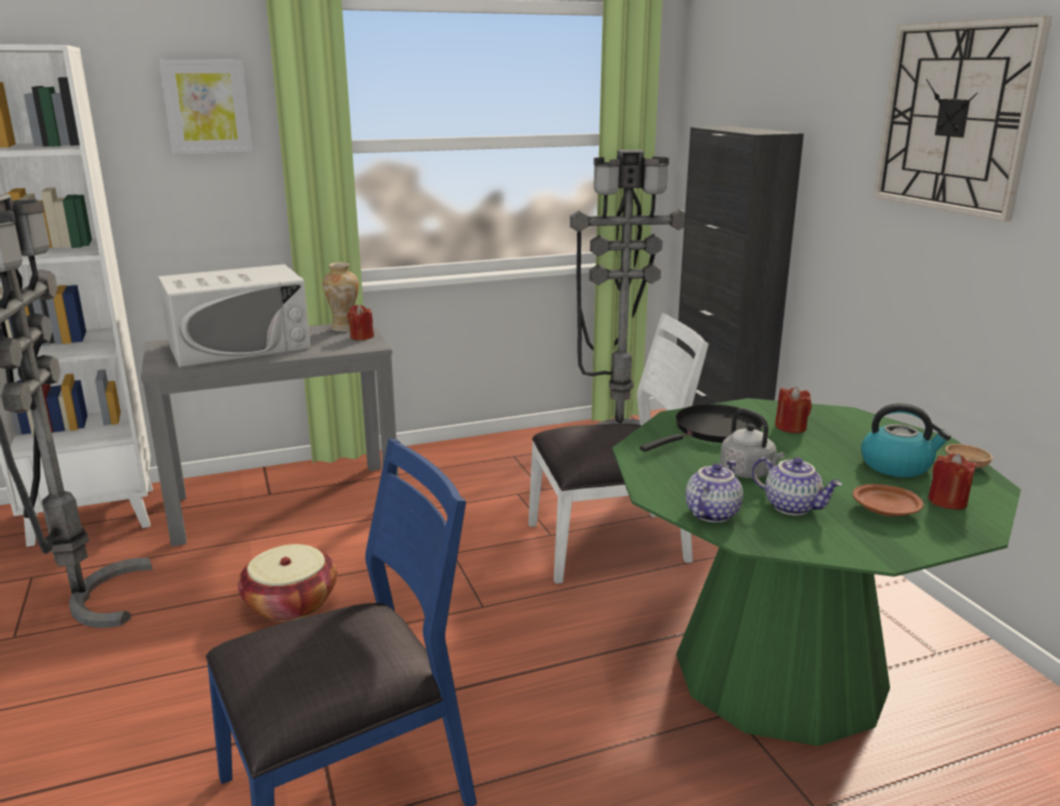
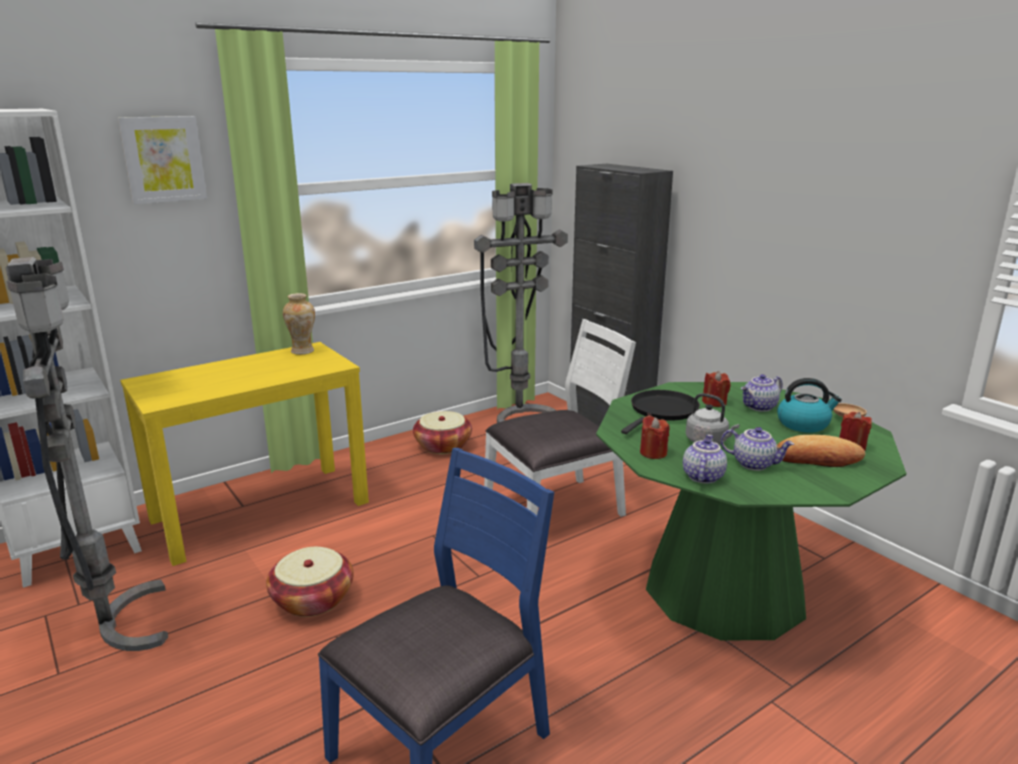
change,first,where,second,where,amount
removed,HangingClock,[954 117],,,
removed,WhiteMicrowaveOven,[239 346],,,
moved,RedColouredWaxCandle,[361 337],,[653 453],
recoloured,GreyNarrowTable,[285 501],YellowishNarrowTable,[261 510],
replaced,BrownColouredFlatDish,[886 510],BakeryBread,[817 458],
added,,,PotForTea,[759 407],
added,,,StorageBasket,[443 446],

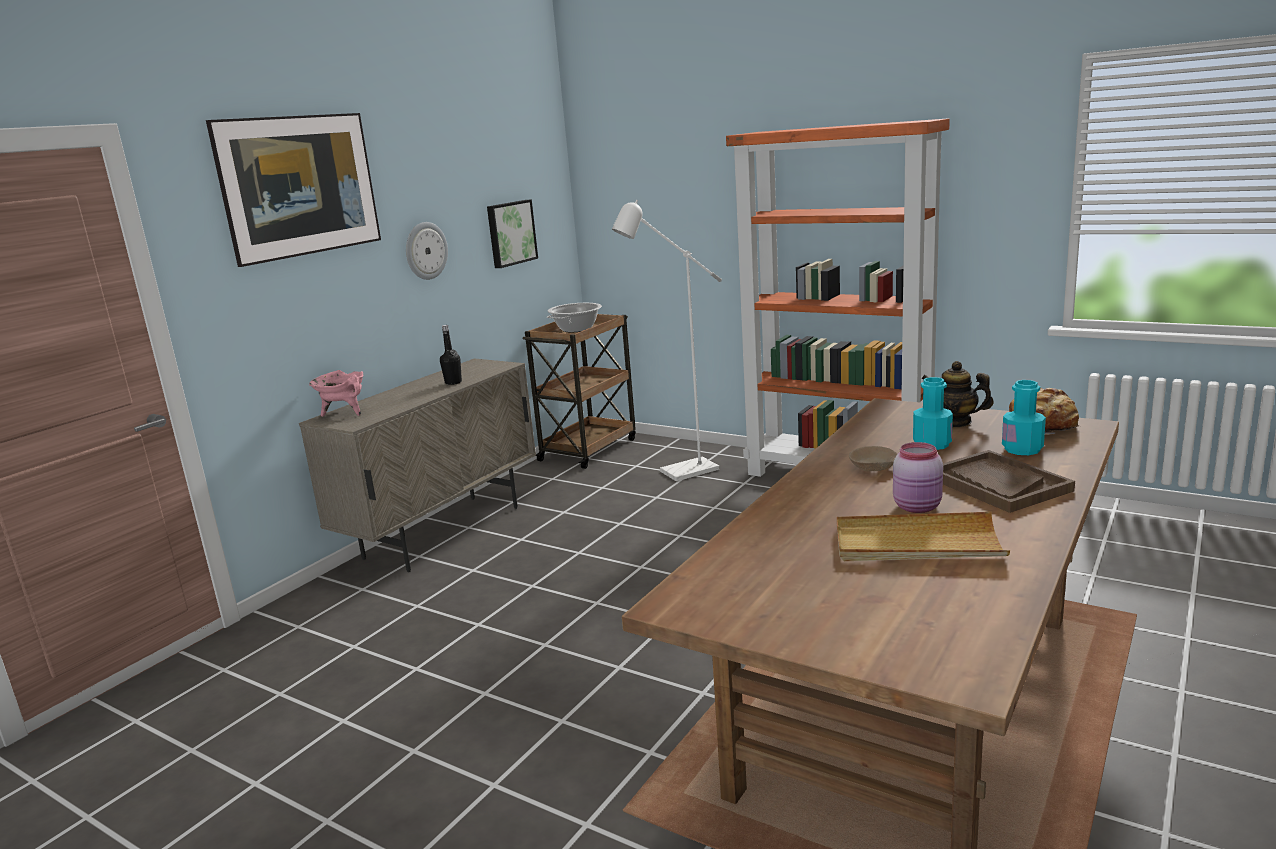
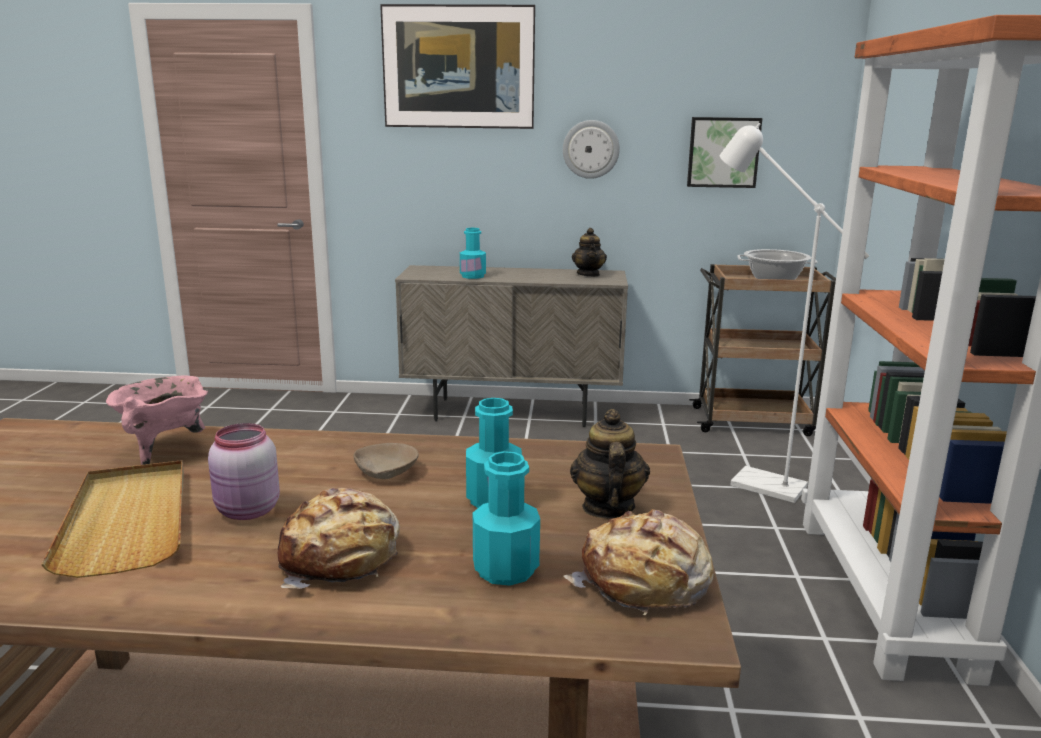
change,first,where,second,where,amount
removed,BlackColouredBeverageBottle,[453 382],,,
moved,PinkColouredCookingPot,[344 413],,[165 450],
replaced,BrownColouredTray,[997 484],BakeryBread,[341 558],
added,,,BlueGreenBeverageBottle,[472 276],
added,,,PotForTea,[588 274],

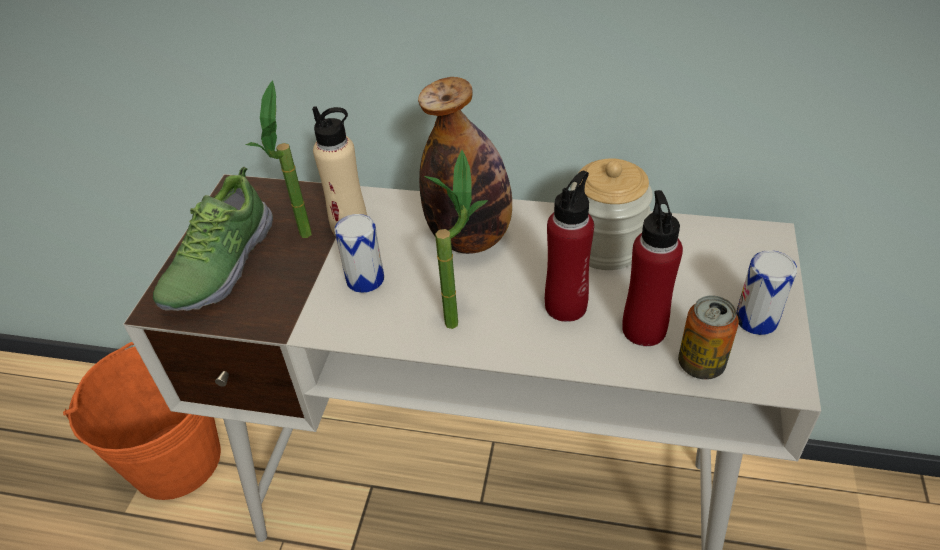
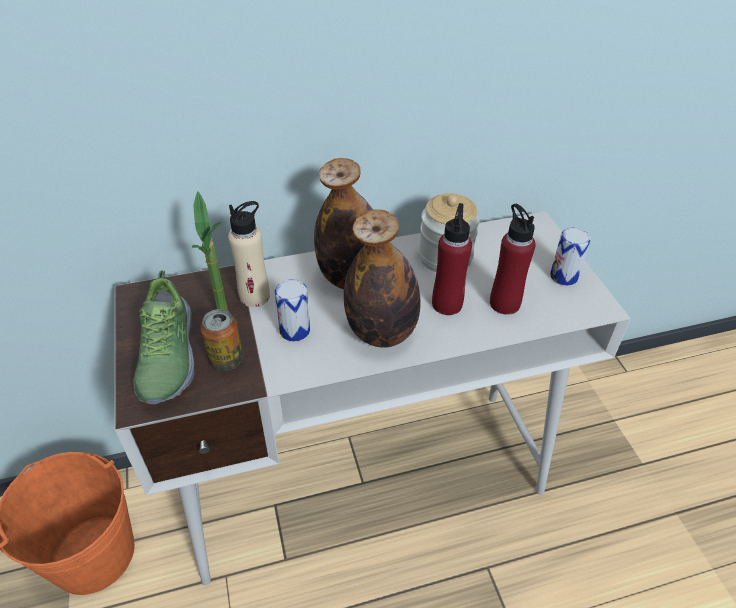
change,first,where,second,where,amount
replaced,PottedPlant,[461 315],BeverageBottle,[382 332],
moved,SealedCan,[701 364],,[226 360],

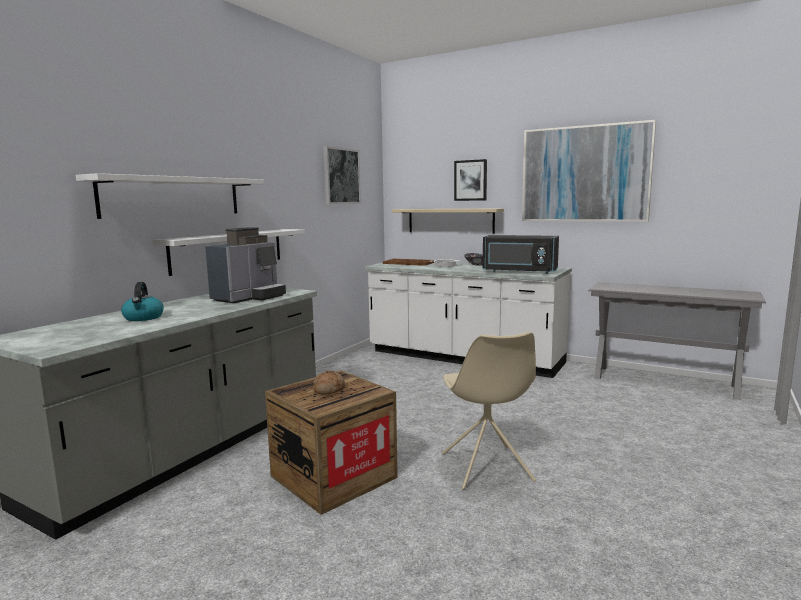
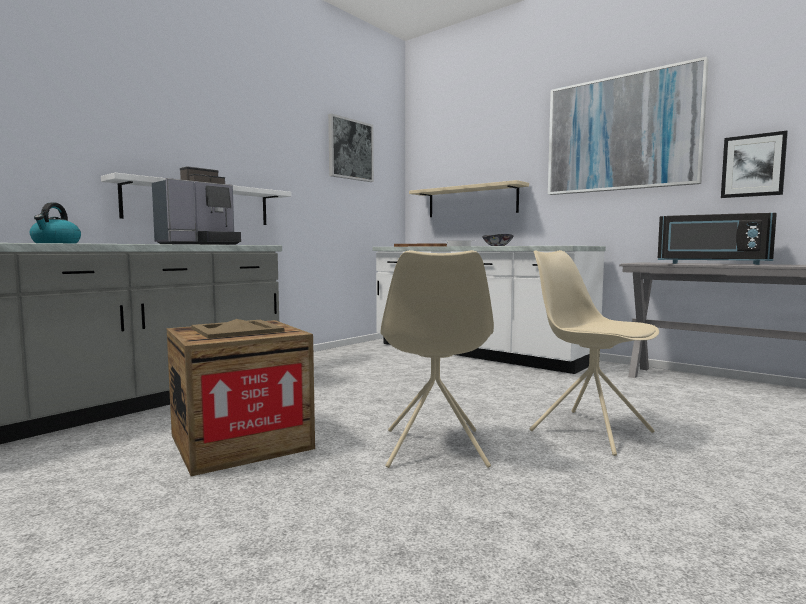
change,first,where,second,where,amount
moved,Picture,[470 180],,[753 166],
removed,WhiteShelf,[174 197],,,
moved,BlackColouredMicrowaveOven,[519 272],,[711 264],
replaced,BakeryBread,[328 389],BeigeColouredTray,[237 329],
added,,,BeigeColouredChair,[589 431],

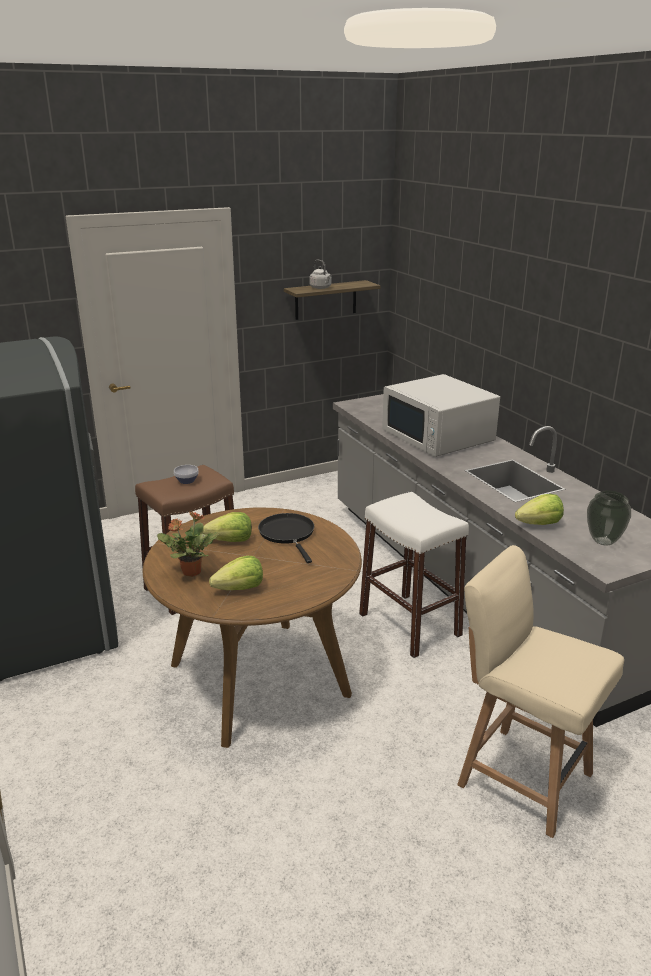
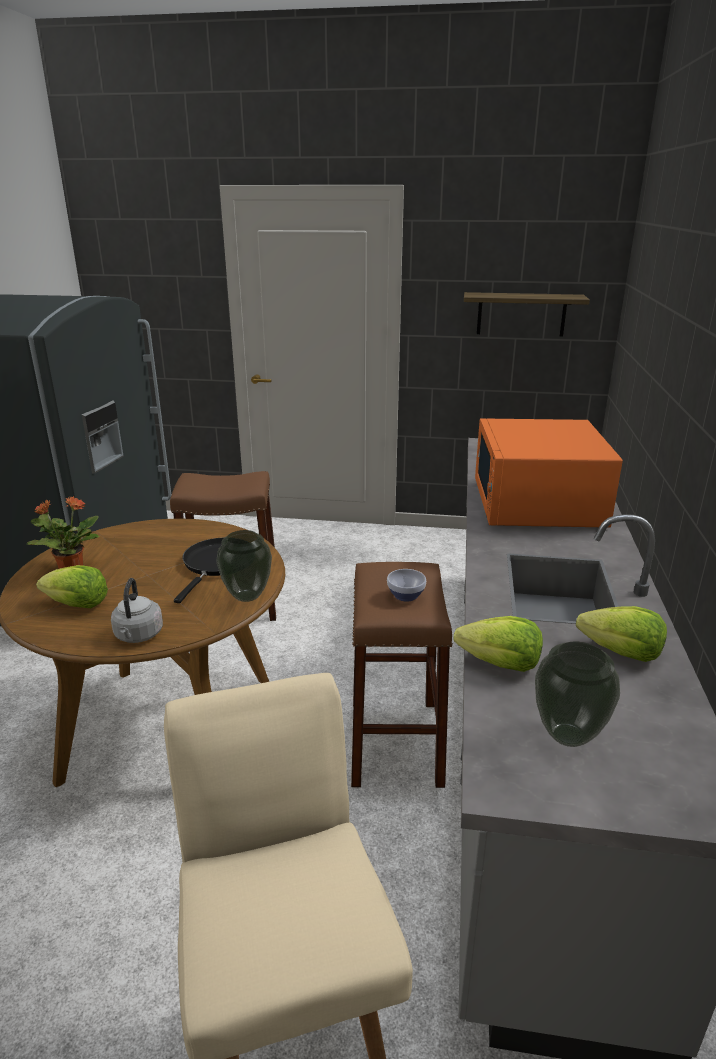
change,first,where,second,where,amount
moved,GreyWaterKettle,[321 288],,[138 636],
recoloured,WhiteMicrowaveOven,[438 437],OrangeColouredMicrowaveOven,[536 504],
moved,ServingBowl,[186 481],,[404 596],
recoloured,WhiteStoolSeat,[409 624],BrownColouredStoolSeat,[395 742],
moved,HeadOfLettuce,[231 541],,[621 653],
added,,,DecorativeVase,[248 596],

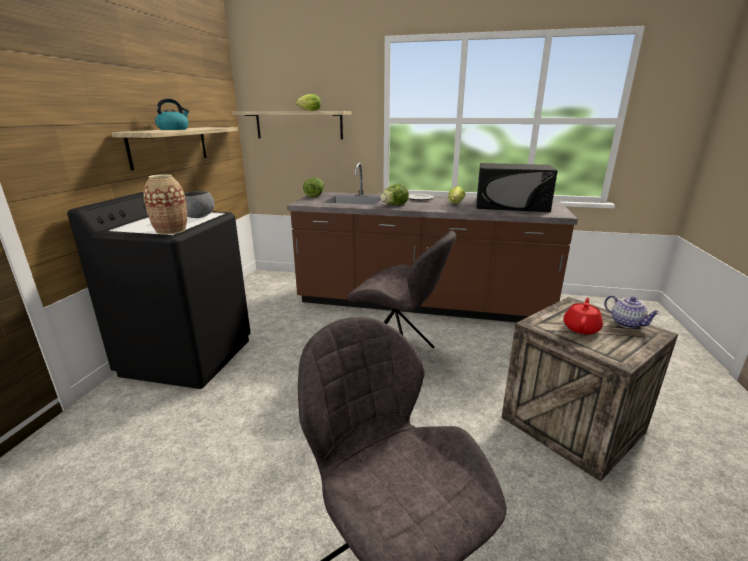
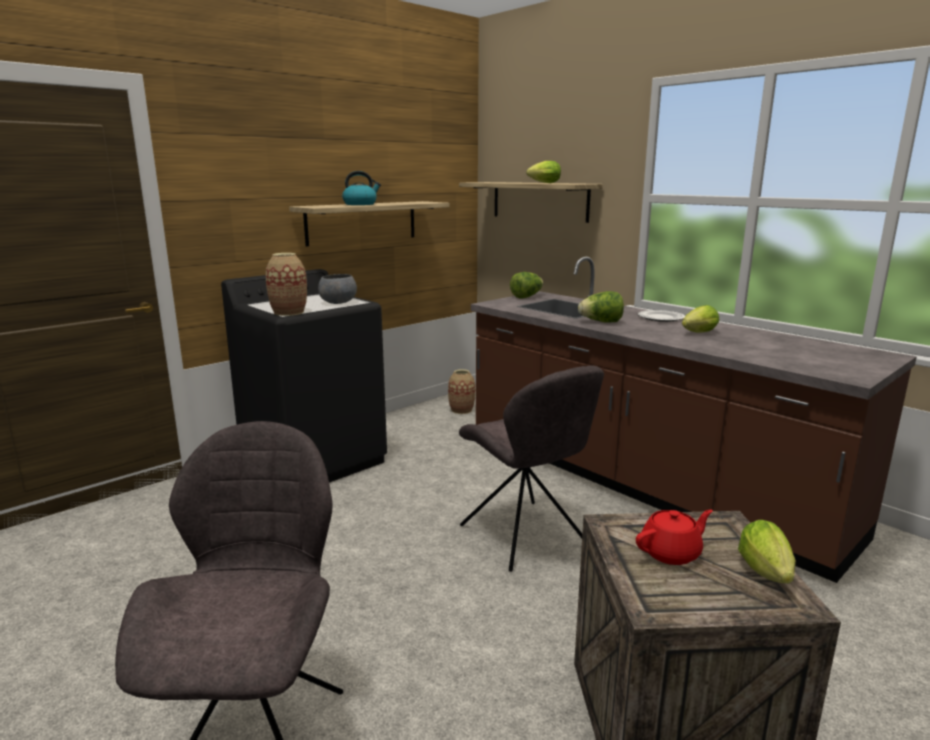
change,first,where,second,where,amount
removed,BlackColouredMicrowaveOven,[511 205],,,
replaced,PotForTea,[627 323],HeadOfLettuce,[767 575],
added,,,DecorativeVase,[461 410],

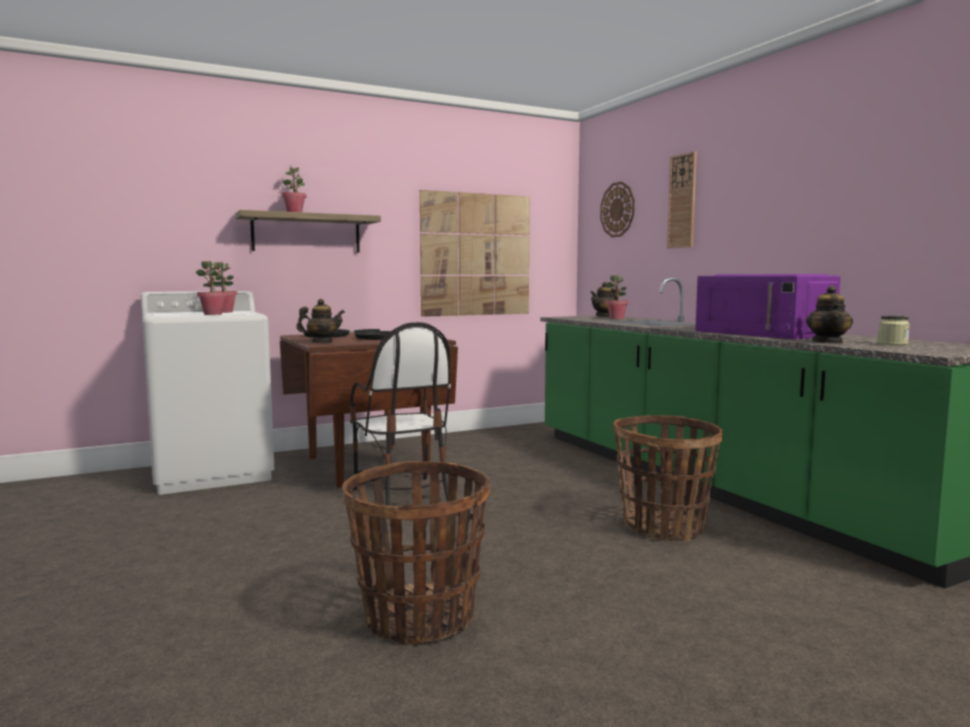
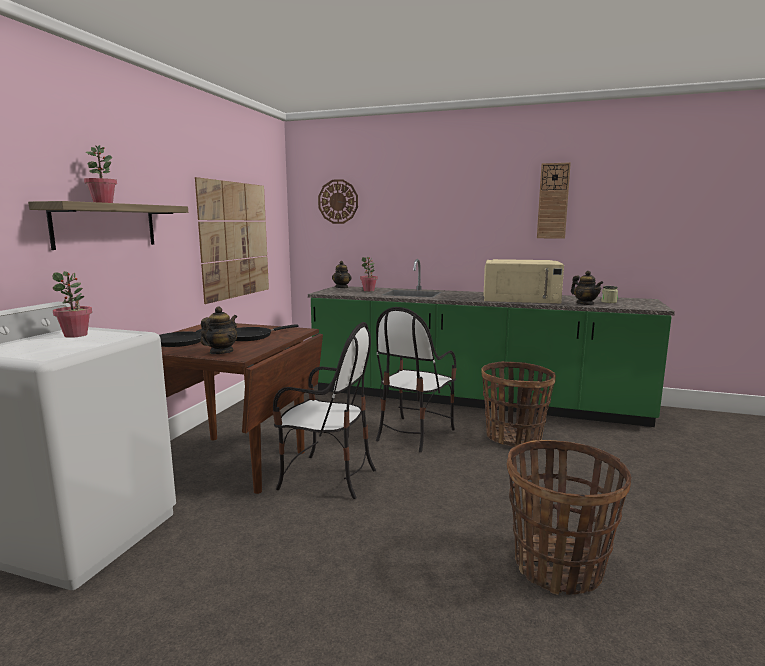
change,first,where,second,where,amount
moved,HangingClock,[682 201],,[553 201],
removed,PottedPlant,[213 314],,,
recoloured,PurpleMicrowaveOven,[764 333],BeigeColouredMicrowaveOven,[521 298],
added,,,Chair,[413 434],

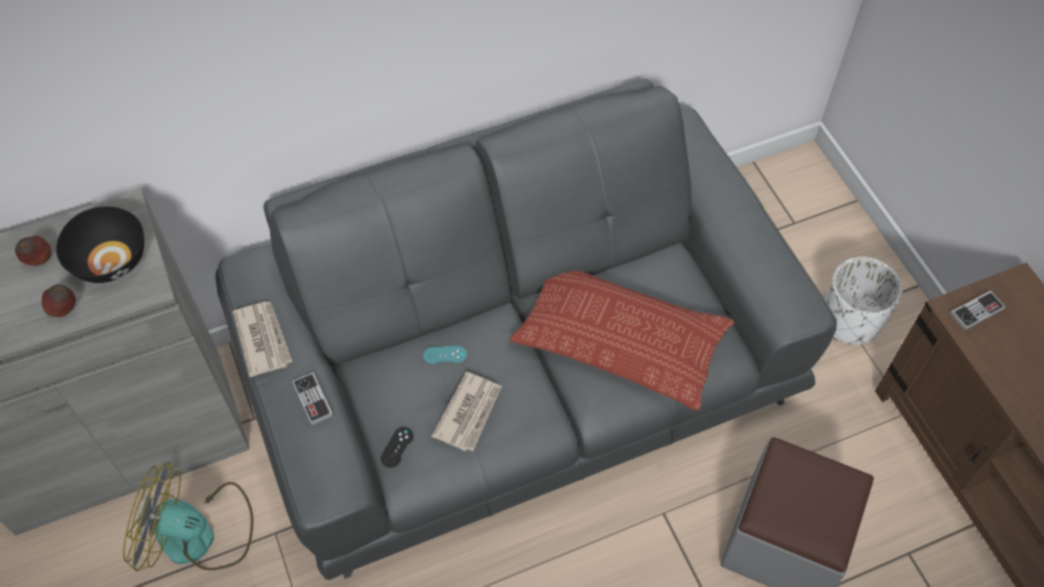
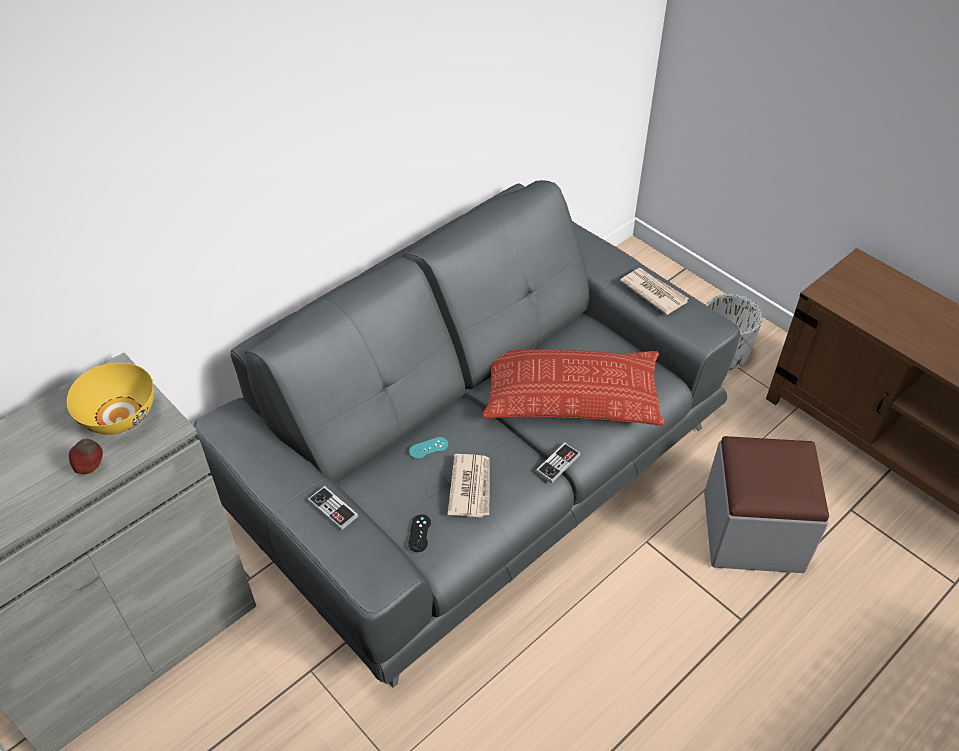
change,first,where,second,where,amount
recoloured,BlackColouredServingBowl,[111 261],YellowishServingBowl,[120 415],
removed,WholeApple,[40 260],,,
moved,GameController,[977 311],,[558 463],
moved,DailyPaper,[263 339],,[653 292],
removed,CoolingFan,[199 534],,,

